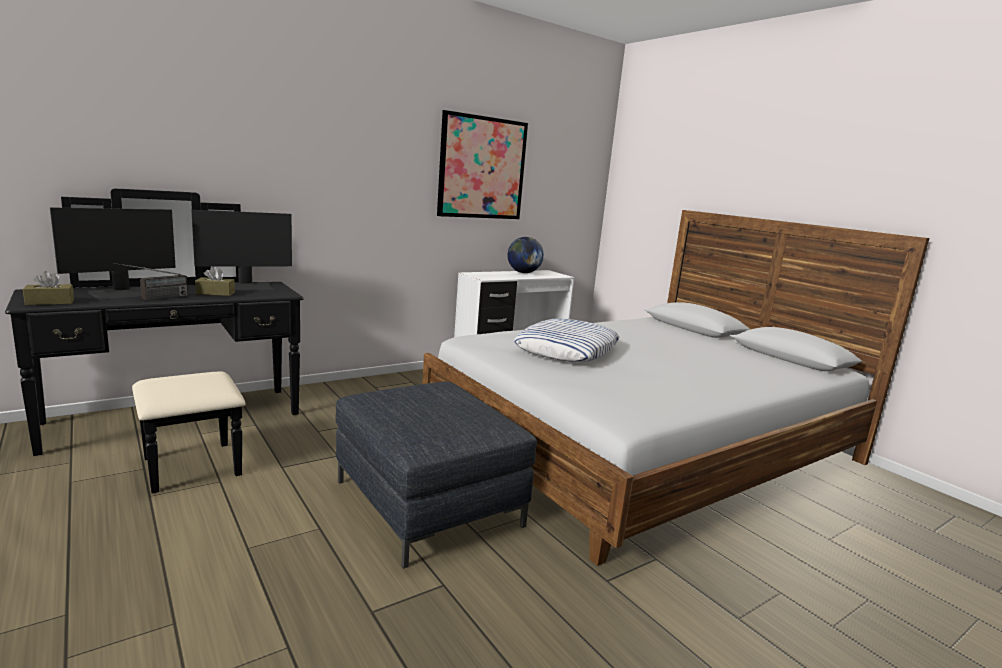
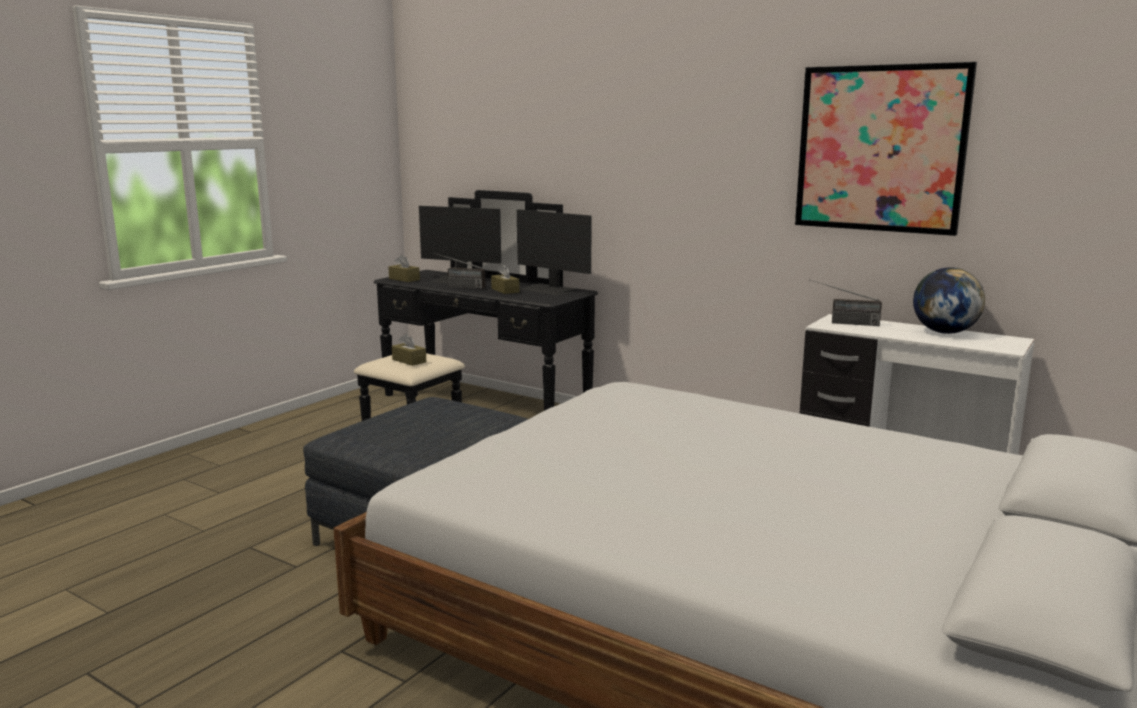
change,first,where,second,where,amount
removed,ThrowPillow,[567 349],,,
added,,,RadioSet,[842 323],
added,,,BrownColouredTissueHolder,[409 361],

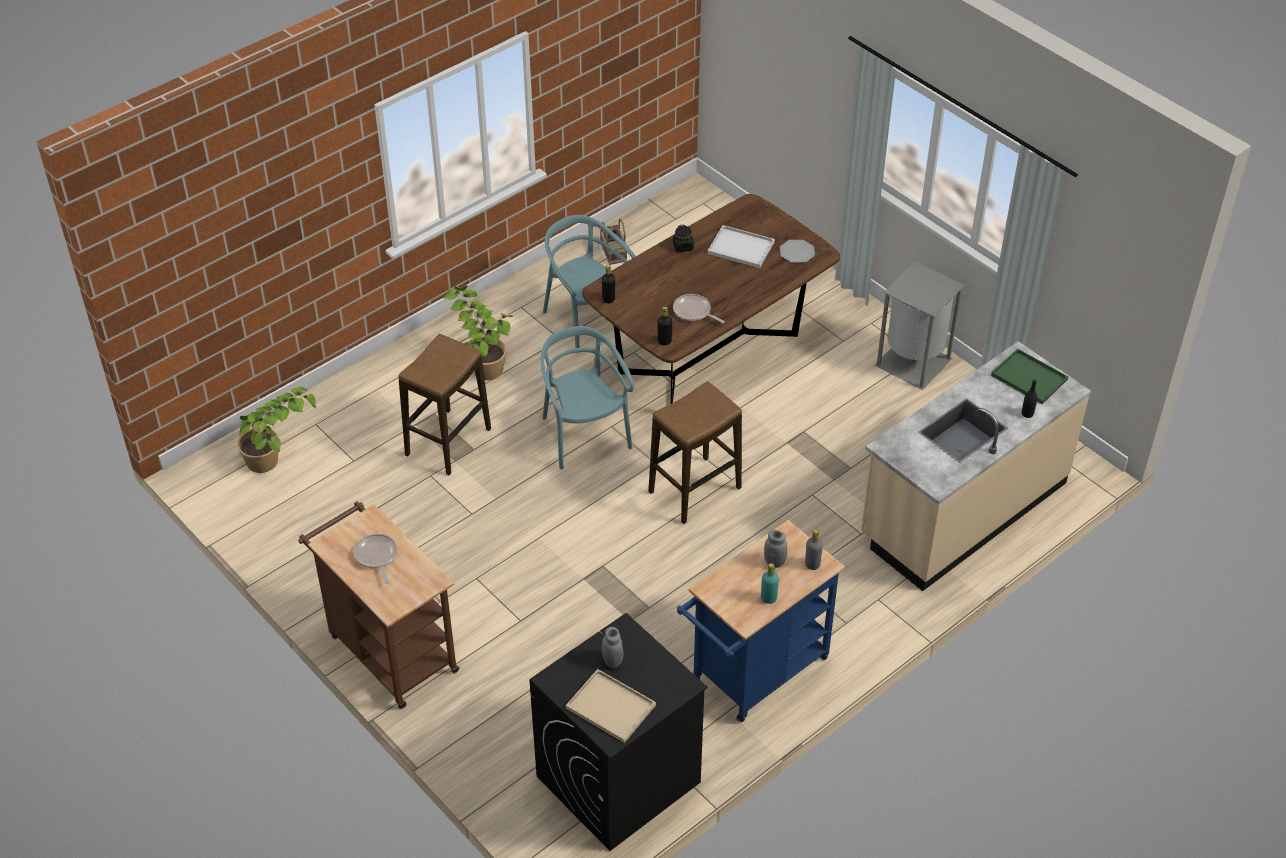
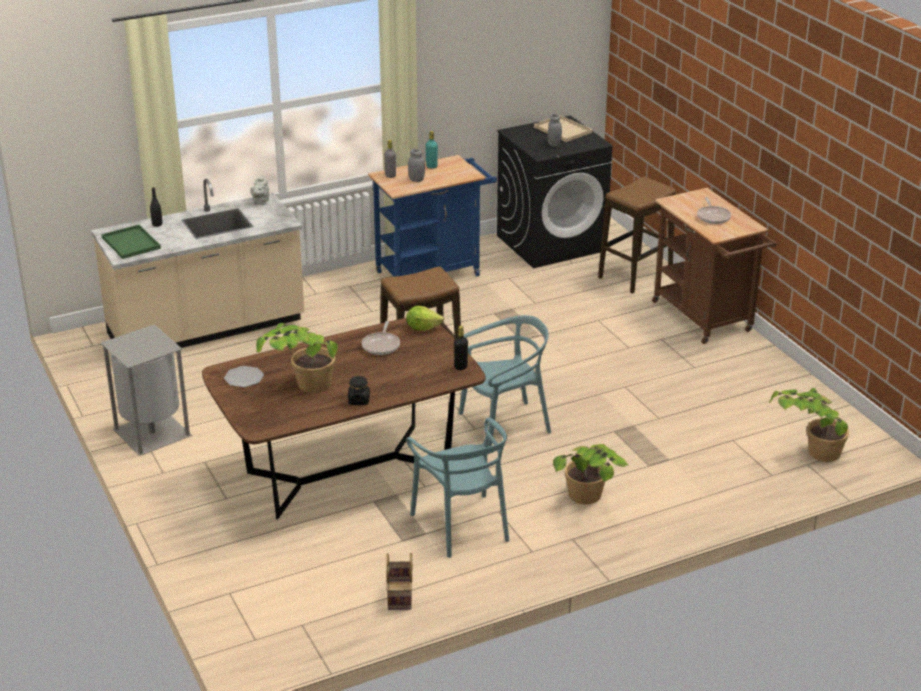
change,first,where,second,where,amount
replaced,WhiteTray,[739 248],PottedPlant,[300 390],
turned,Skillet,[693 312],,[381 345],45 degrees clockwise
replaced,BlackColouredBeverageBottle,[664 341],HeadOfLettuce,[422 328],
turned,BlueGreenChair,[584 435],,[504 425],105 degrees counterclockwise
moved,StoolSeat,[448 442],,[635 276],
added,,,GreyPotForTea,[261 202],

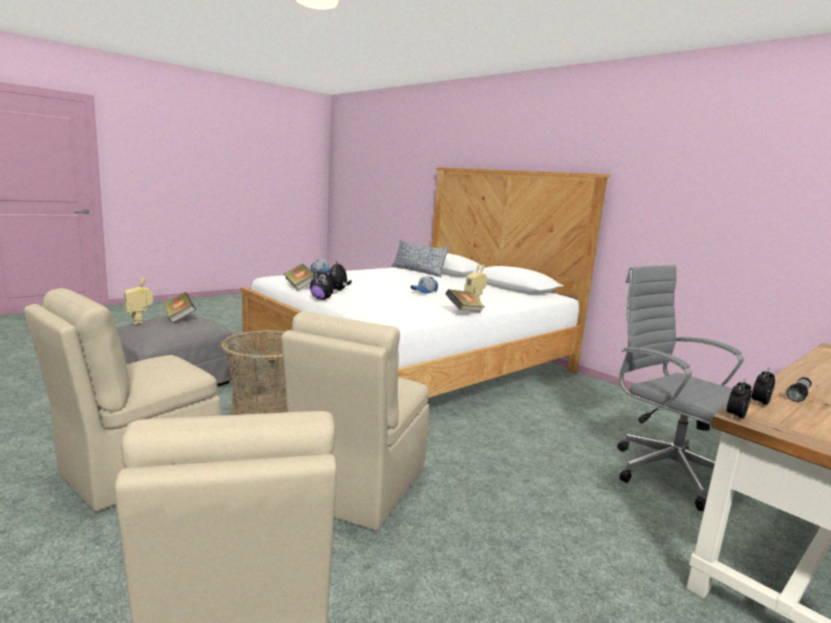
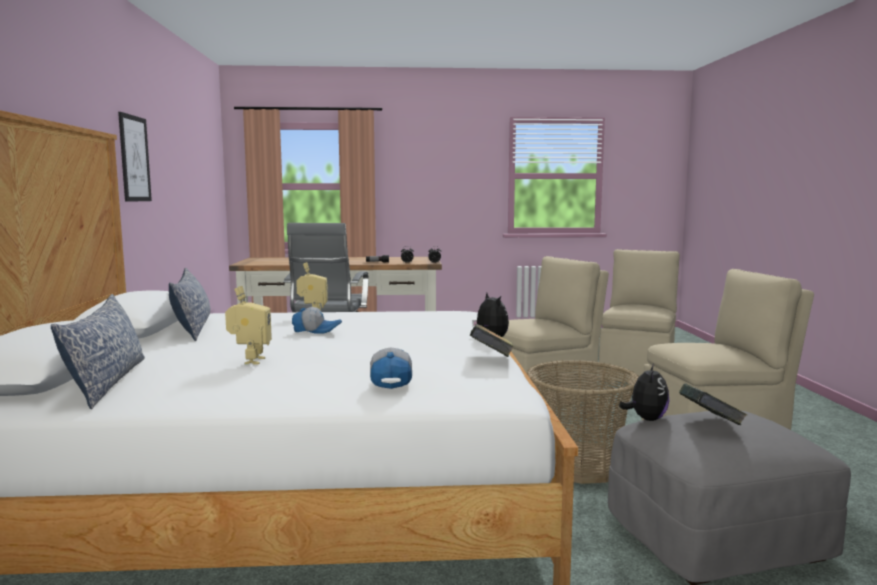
change,first,where,second,where,amount
moved,PlushToy,[338 290],,[646 419],
moved,ModelRobot,[140 321],,[250 361],
removed,Volume,[464 312],,,
added,,,Picture,[134 158],
added,,,ThrowPillow,[193 328],

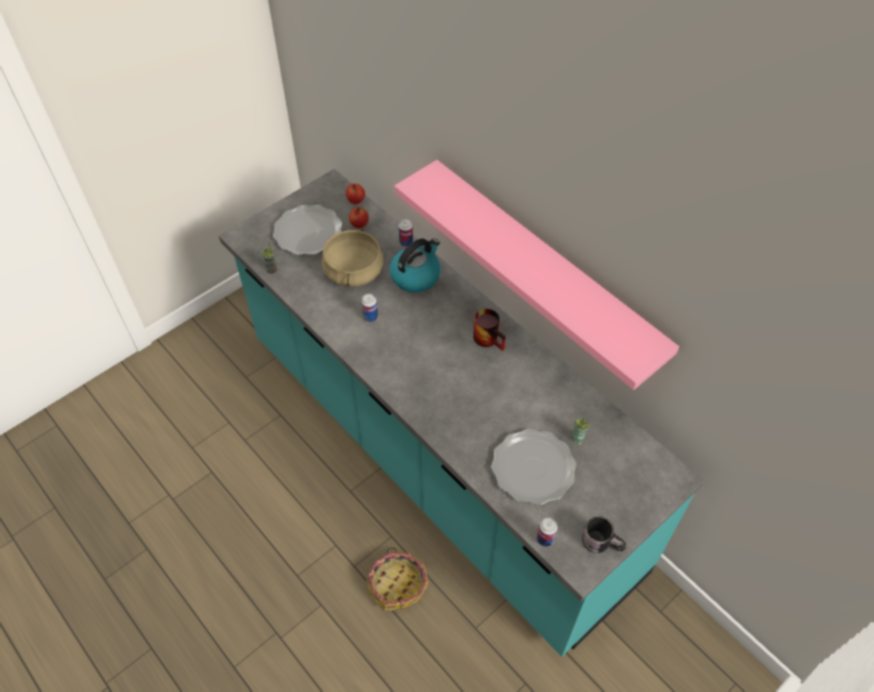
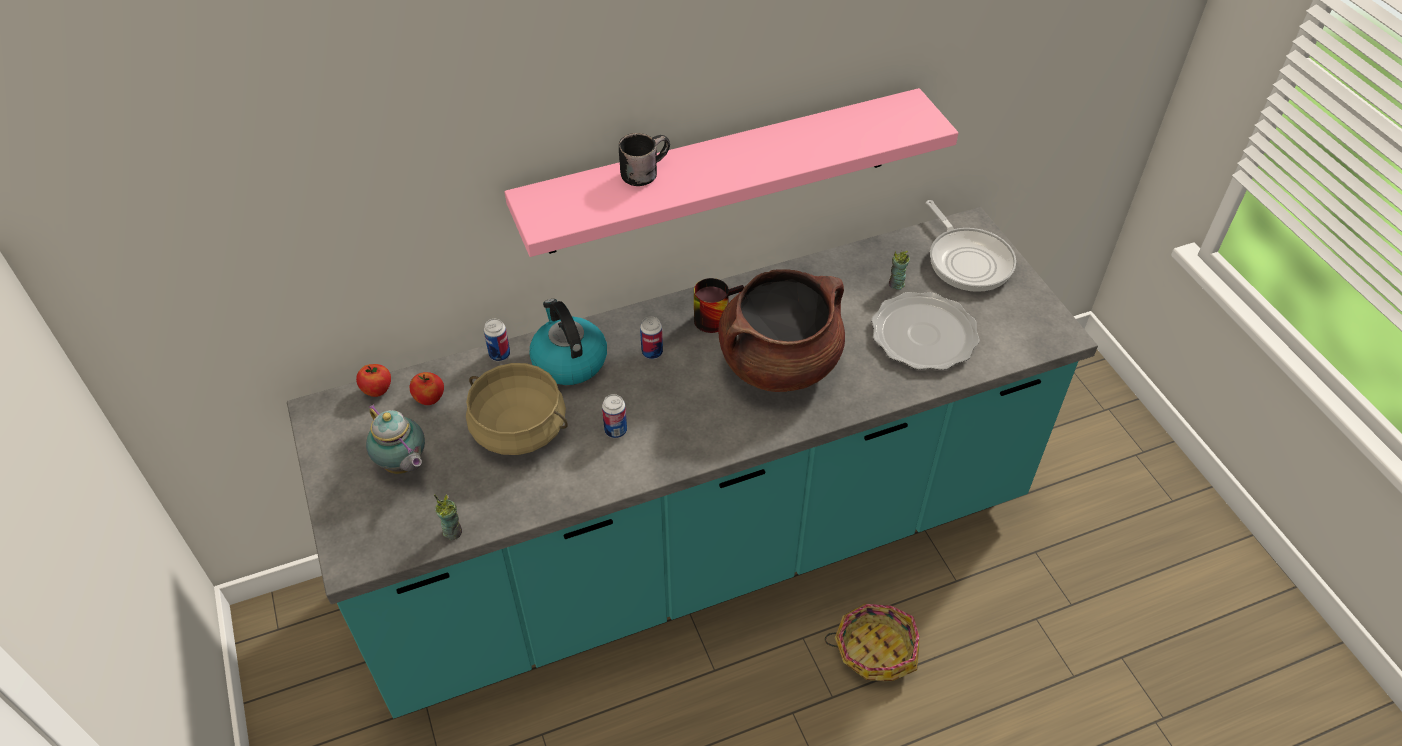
change,first,where,second,where,amount
replaced,FlatDish,[308 232],PotForTea,[403 466],
moved,BlackColouredCoffeeMug,[602 541],,[643 171],
moved,SealedCan,[545 539],,[652 352],
added,,,Skillet,[967 260],
added,,,BrownColouredCookingPot,[779 363],

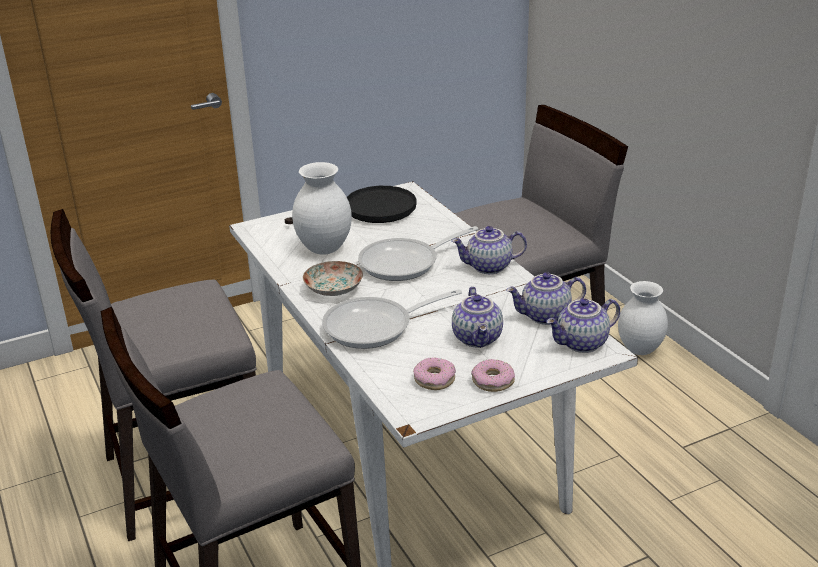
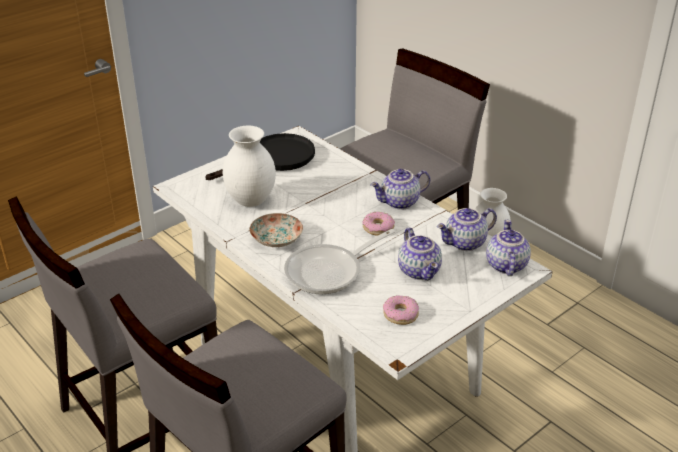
change,first,where,second,where,amount
removed,Skillet,[405 263],,,
turned,PotForTea,[582 344],,[505 265],135 degrees clockwise
moved,RingDoughnut,[493 381],,[378 228],

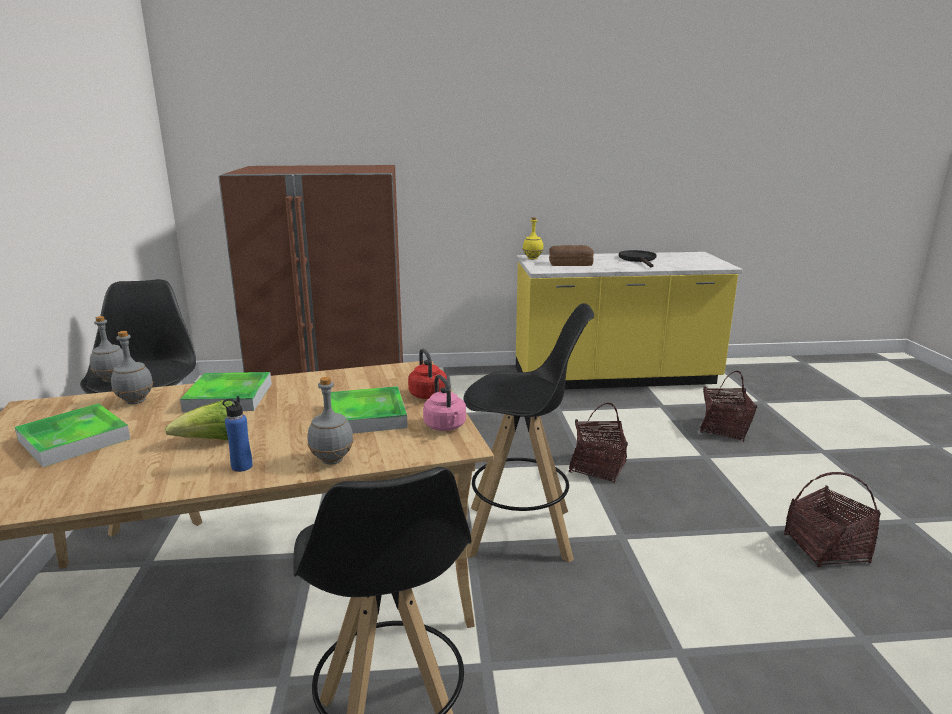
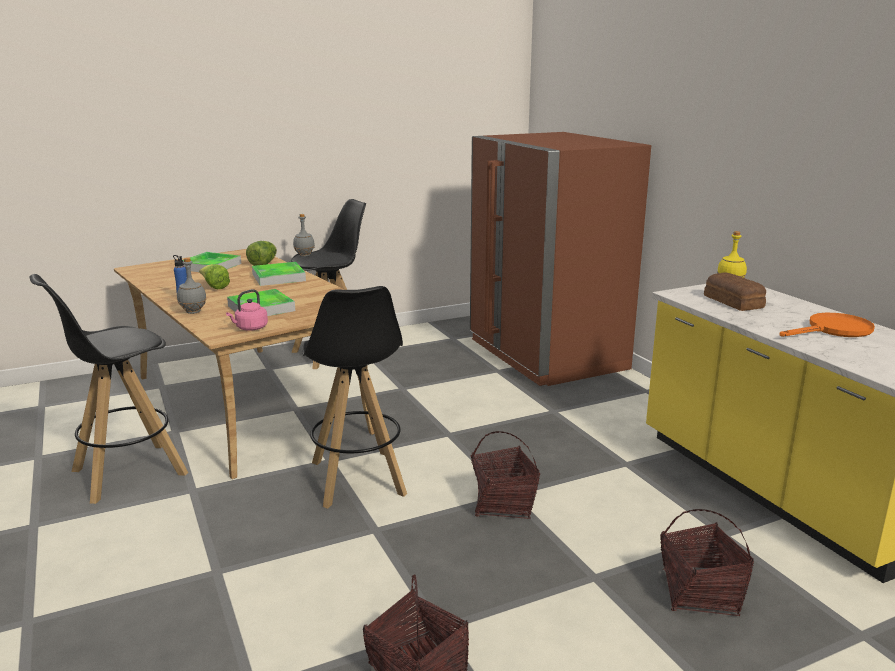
change,first,where,second,where,amount
recoloured,BlackColouredSkillet,[639 260],OrangeColouredSkillet,[833 330],
replaced,GreyBeverageBottle,[135 402],HeadOfLettuce,[263 264],
removed,RedColouredWaterKettle,[428 396],,,

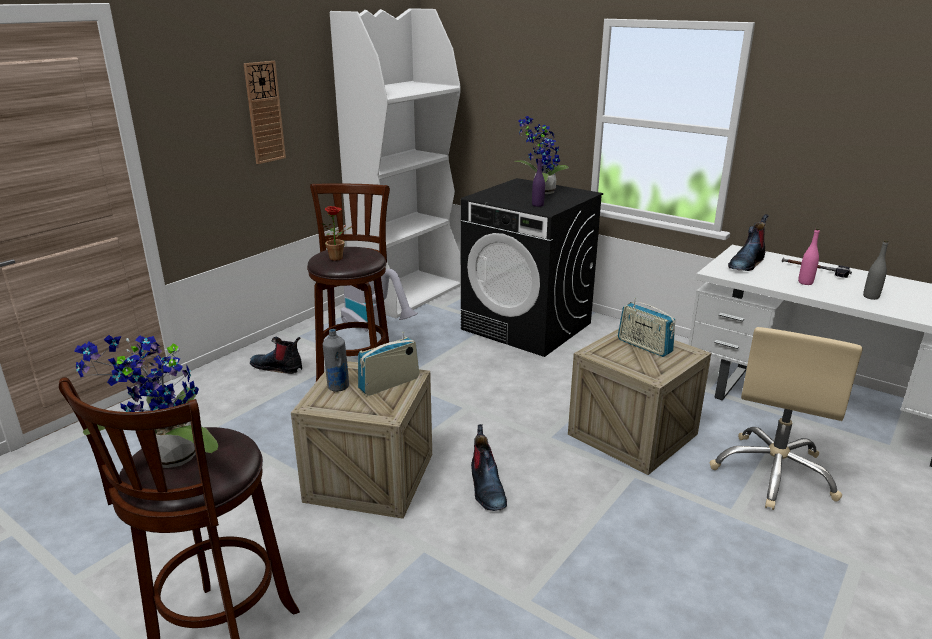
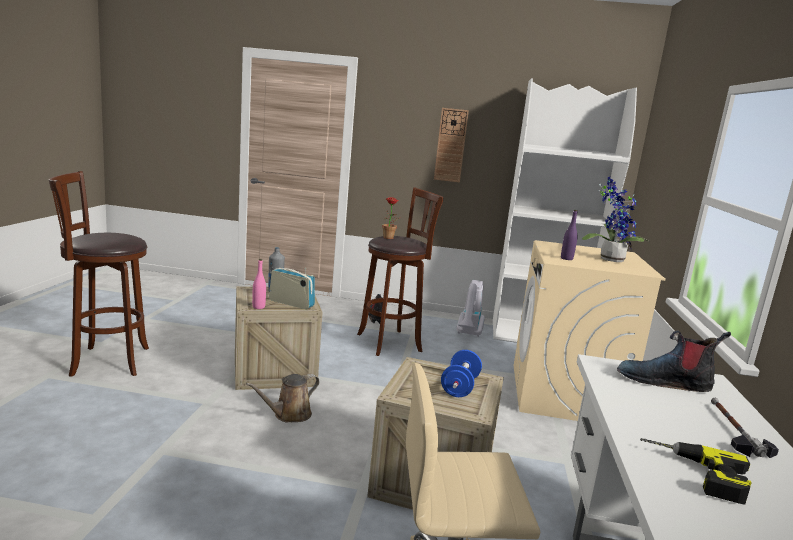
change,first,where,second,where,amount
recoloured,BlackColouredLaundryAppliance,[527 326],BeigeColouredLaundryAppliance,[565 395],
moved,PinkColouredBeverageBottle,[805 282],,[258 307],
replaced,GreyBeverageBottle,[871 297],ElectricDrill,[694 473],
replaced,RadioSet,[644 346],BluishHandWeight,[459 387],
removed,PottedPlant,[168 460],,,
replaced,HighTopBoot,[486 488],BrownColouredWateringCan,[289 415],

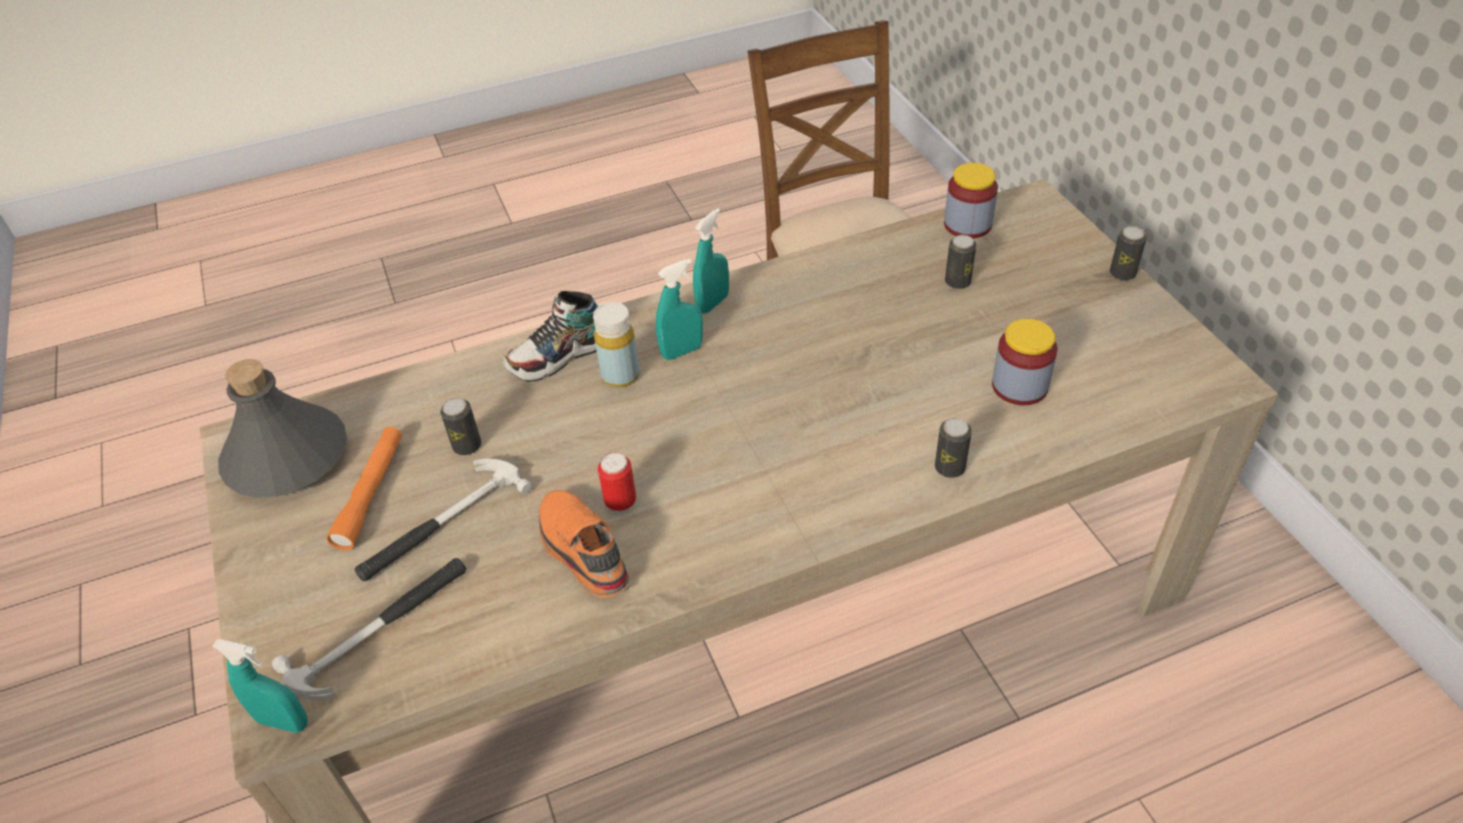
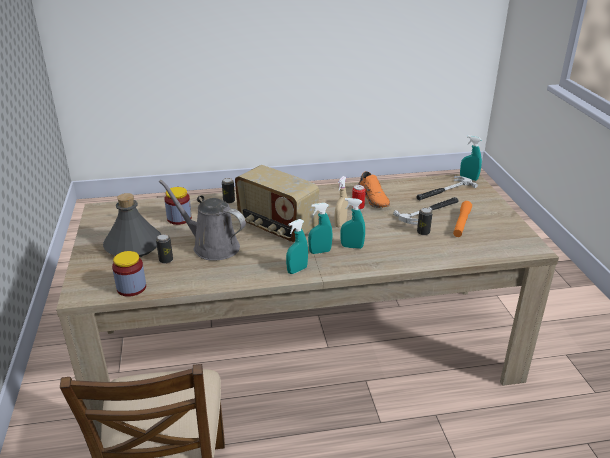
change,first,where,second,where,amount
removed,SealedCan,[1122 273],,,
removed,ItemOfFootwear,[559 356],,,
replaced,YellowishBeverageBottle,[620 375],BlueGreenSprayBottle,[352 247],
moved,GreyBeverageBottle,[288 458],,[133 246],
added,,,RadioSet,[276 227],
added,,,BeigeColouredSprayBottle,[340 223],
added,,,GreyWateringCan,[212 246],

